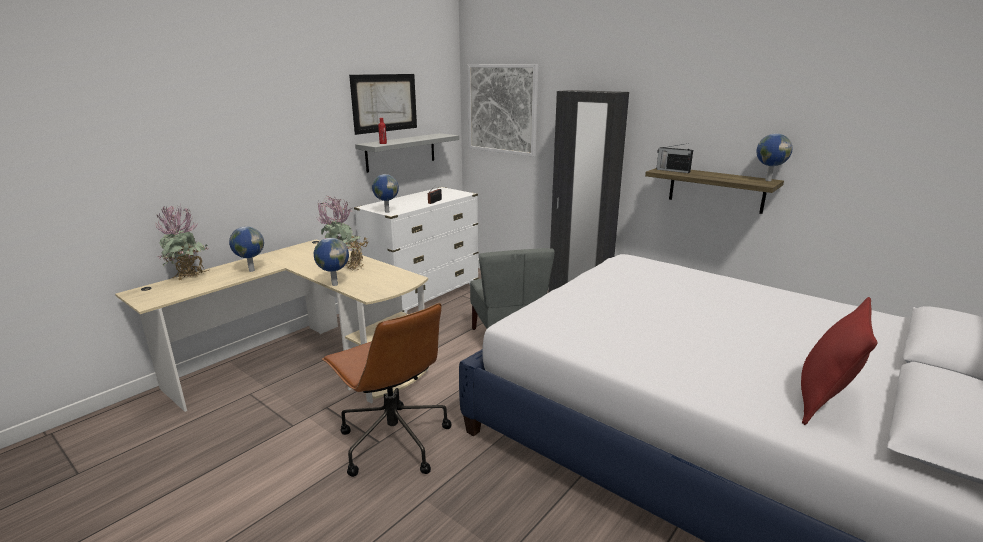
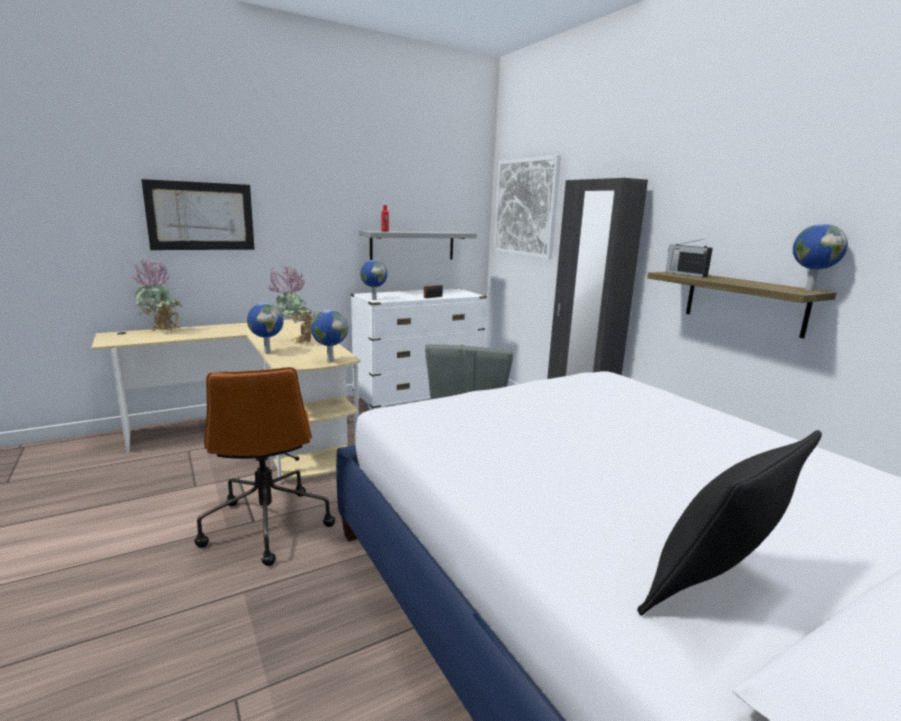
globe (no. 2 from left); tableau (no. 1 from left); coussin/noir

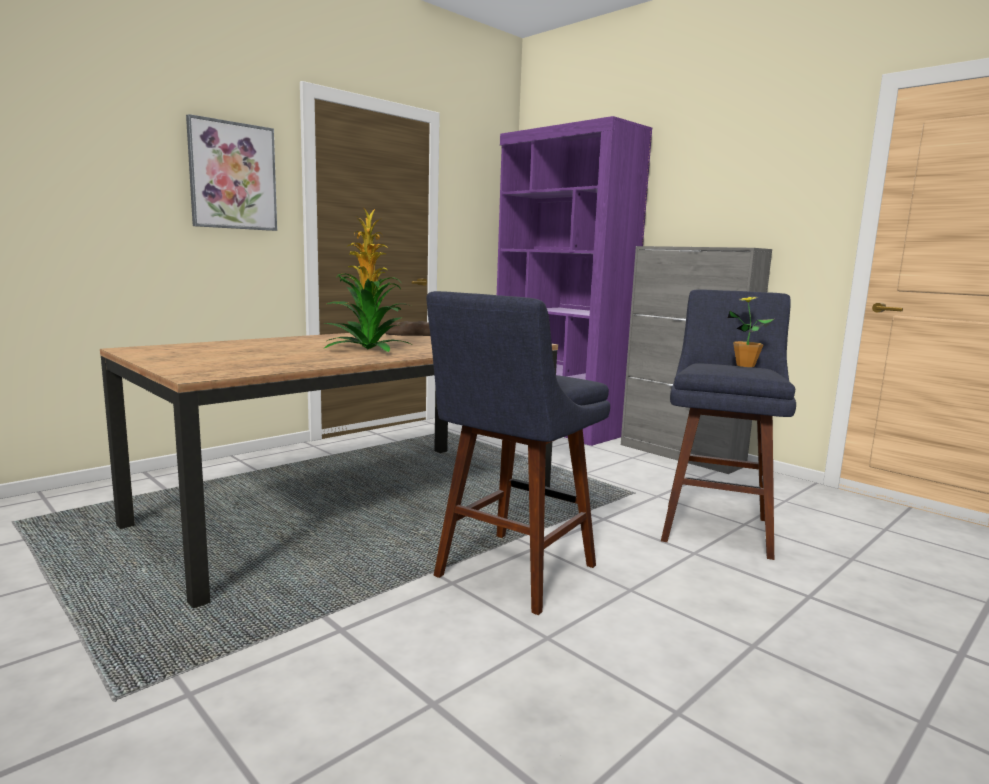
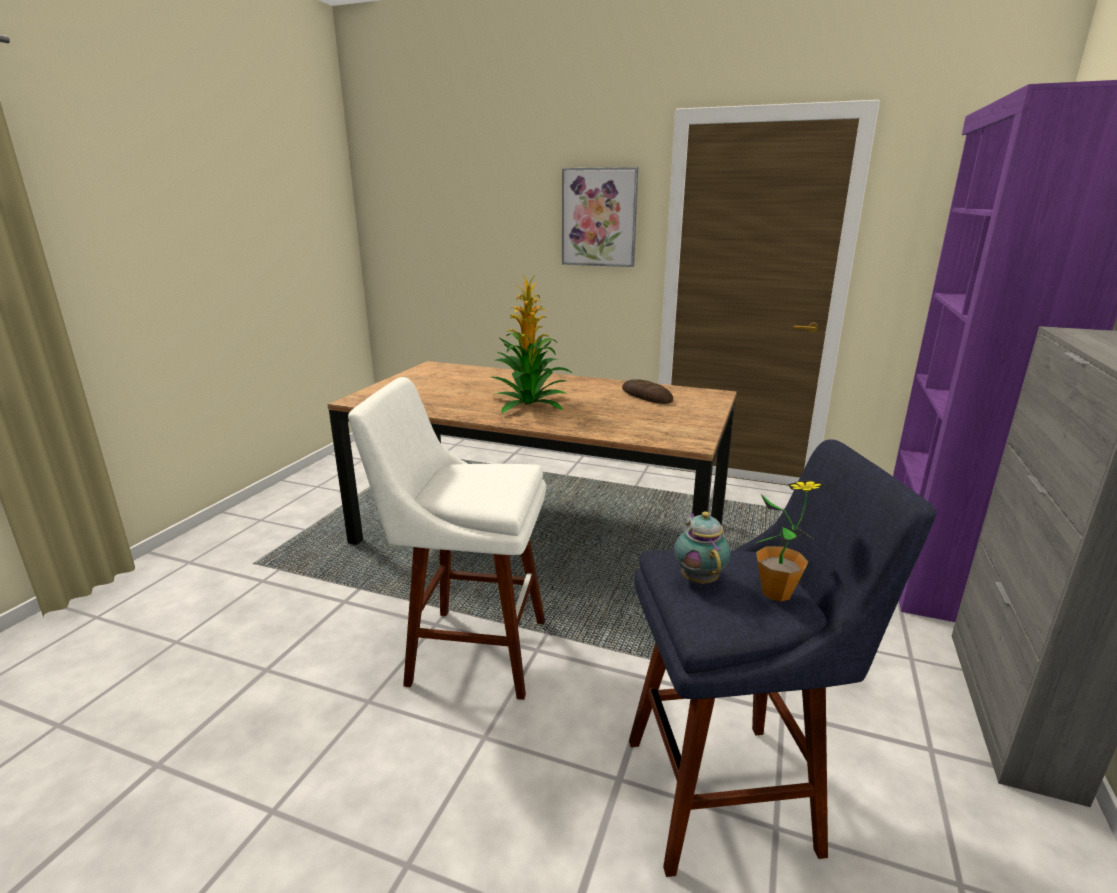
théière; tabouret/blanc

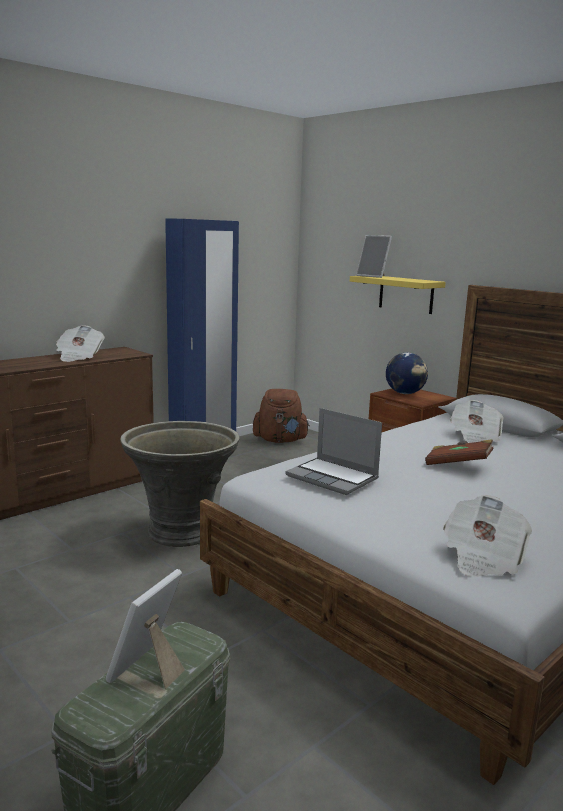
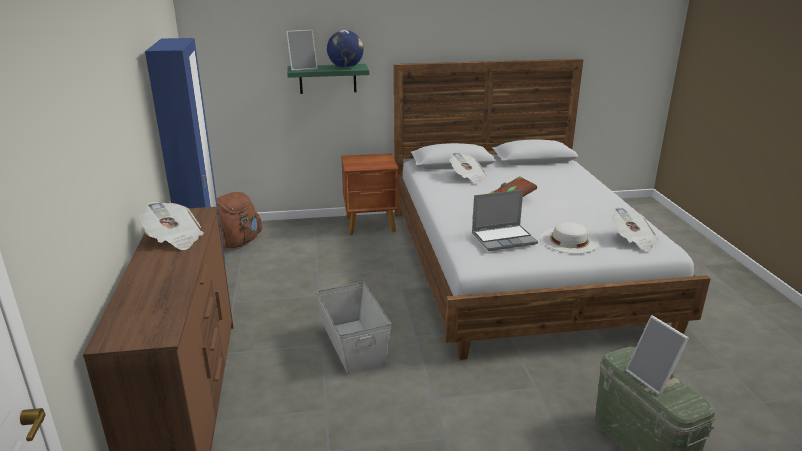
chapeau/blanc; globe; boîte de rangement/gris; étagère/vert

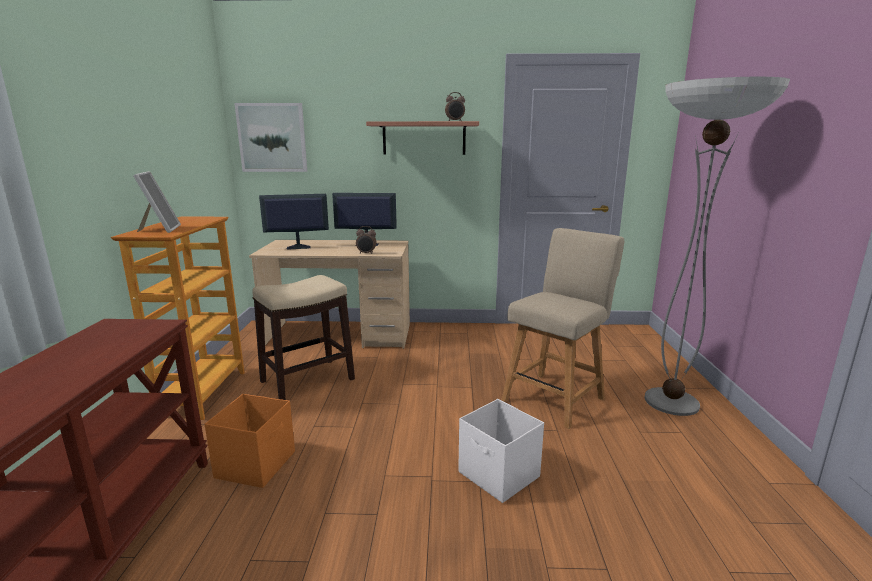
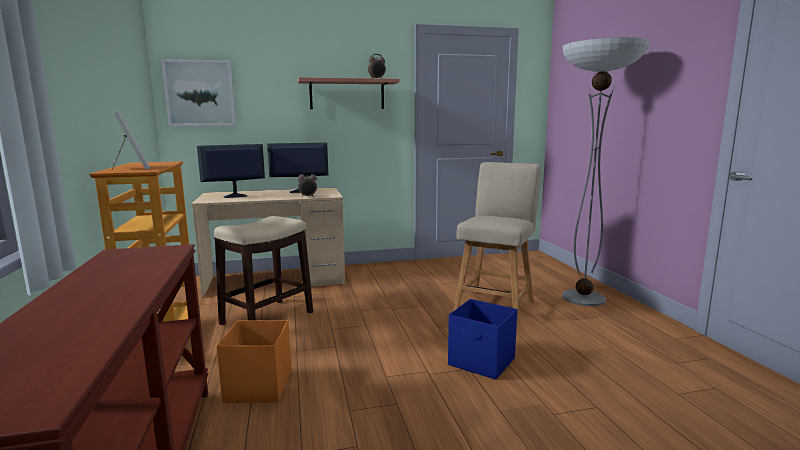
boîte de rangement/bleu

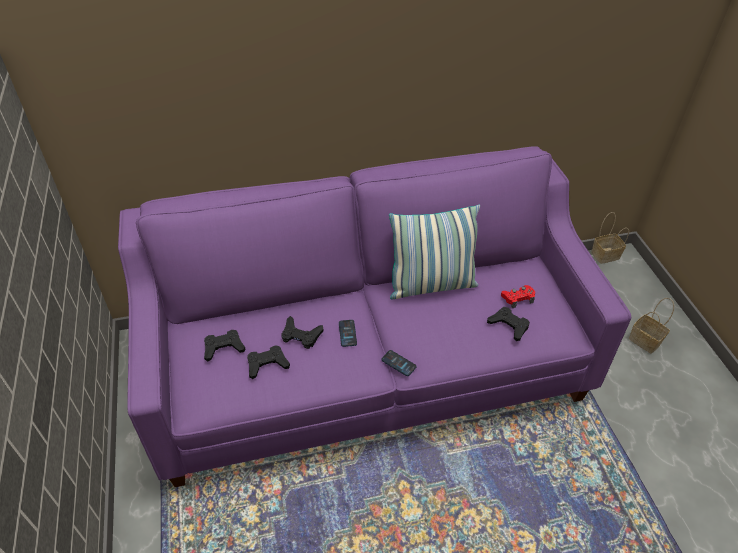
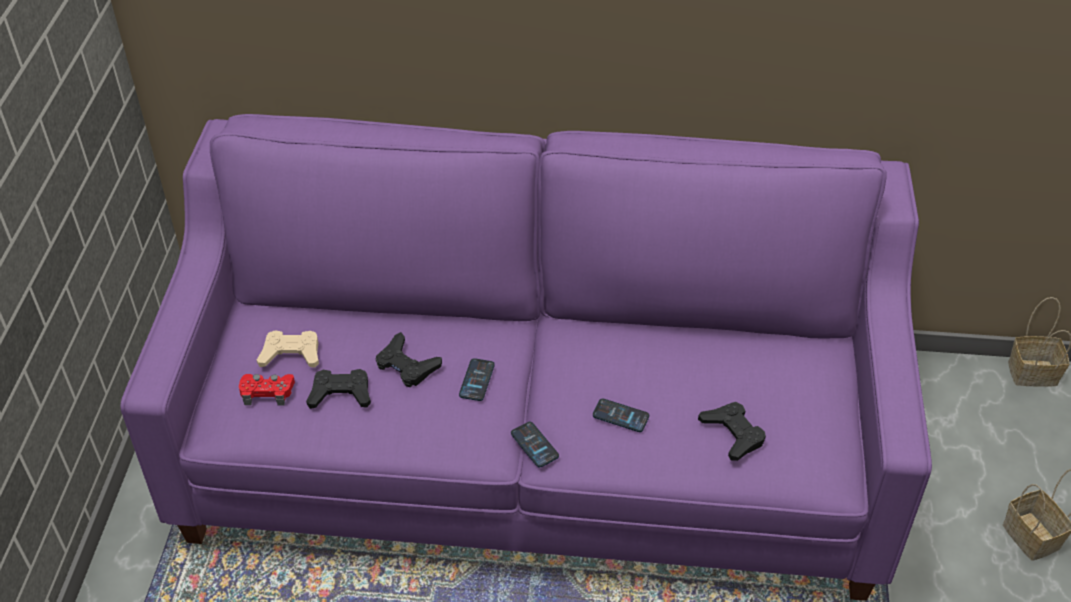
coussin; téléphone (no. 3 from left); manette/rouge; manette/beige

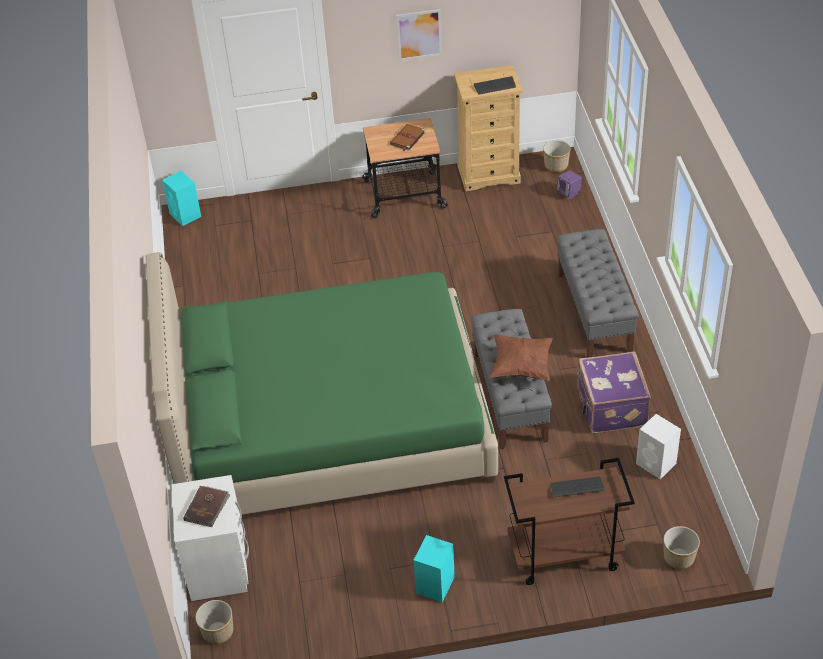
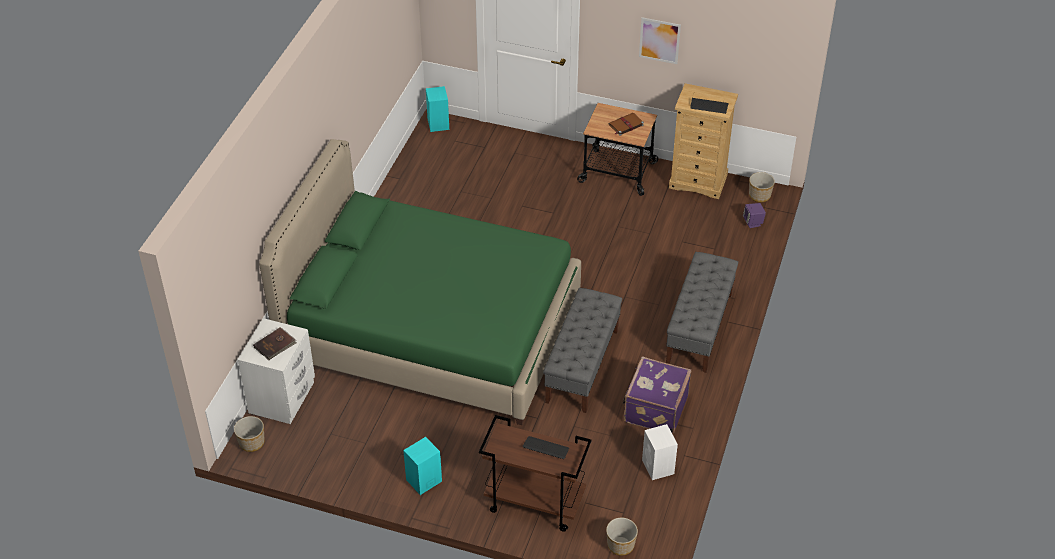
coussin/marron

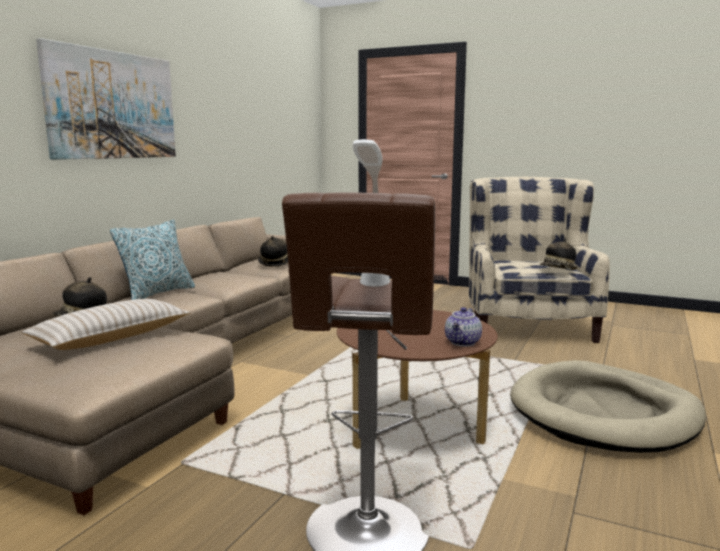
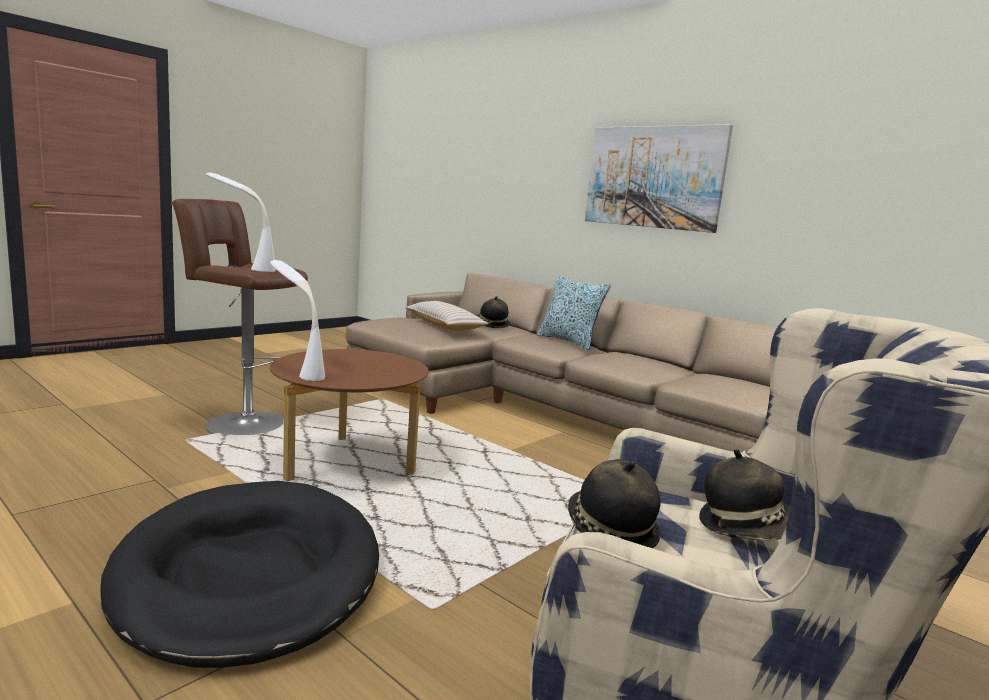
chapeau (no. 3 from left); lampe de table/blanc (no. 2 from left); panier pour chien/noir

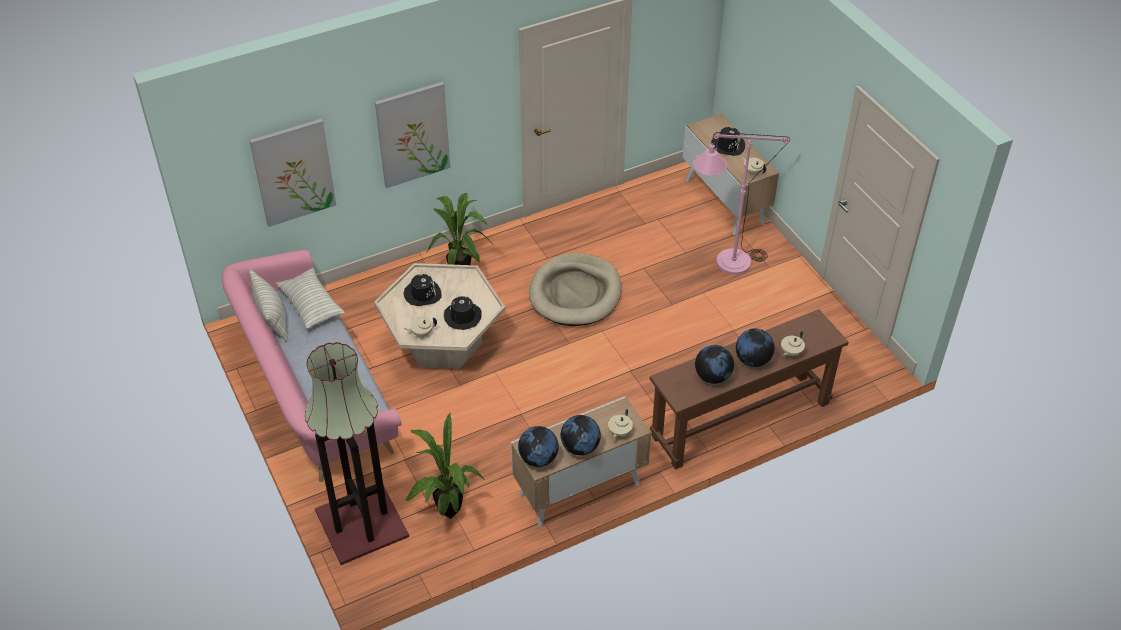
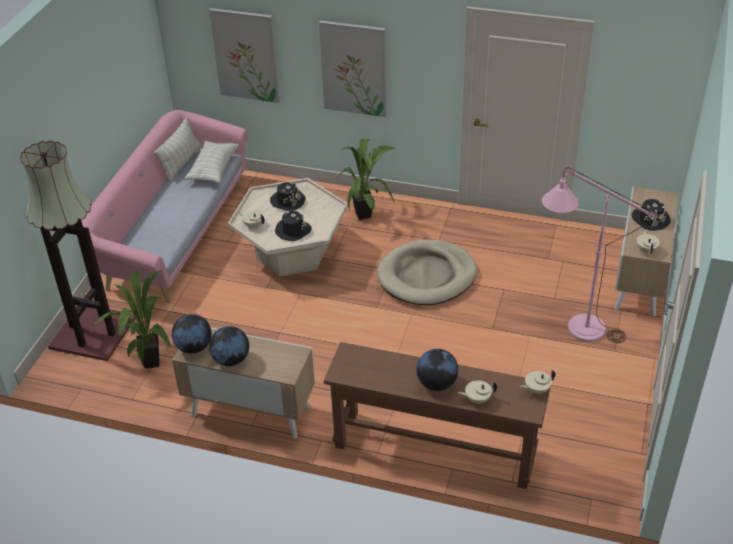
globe (no. 3 from left in the first image); théière/beige (no. 3 from left)

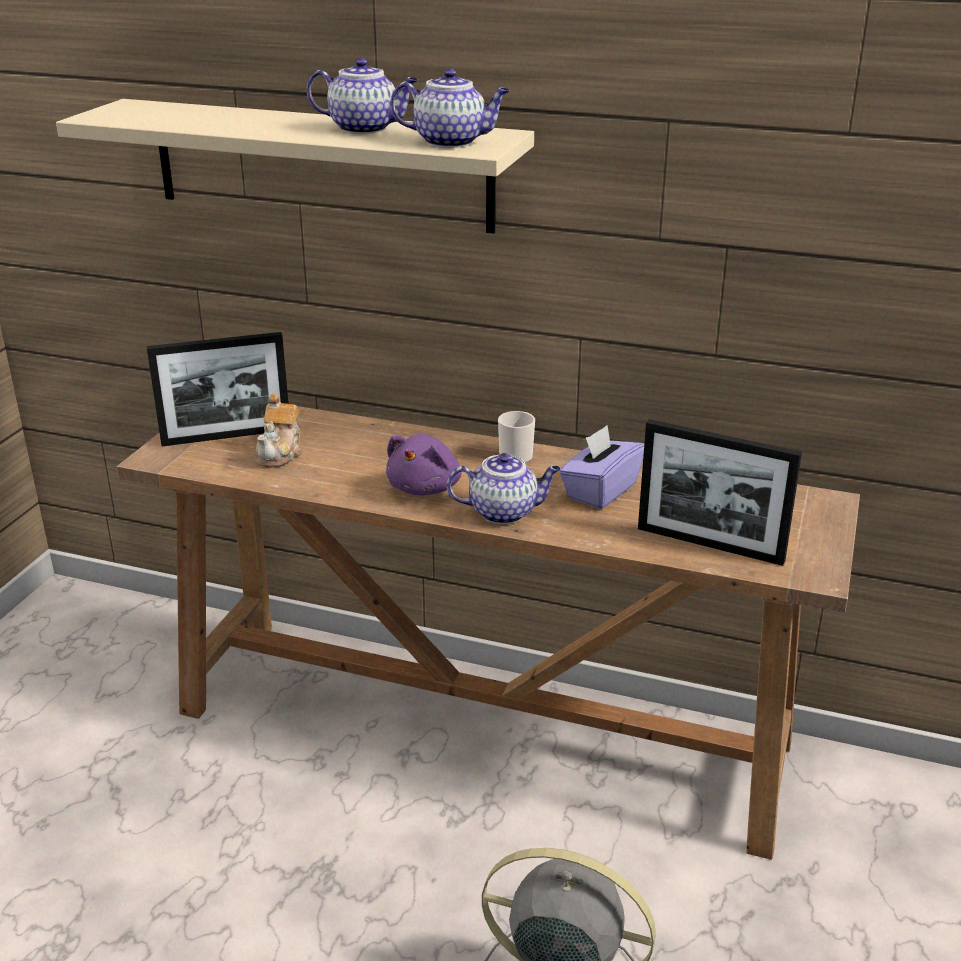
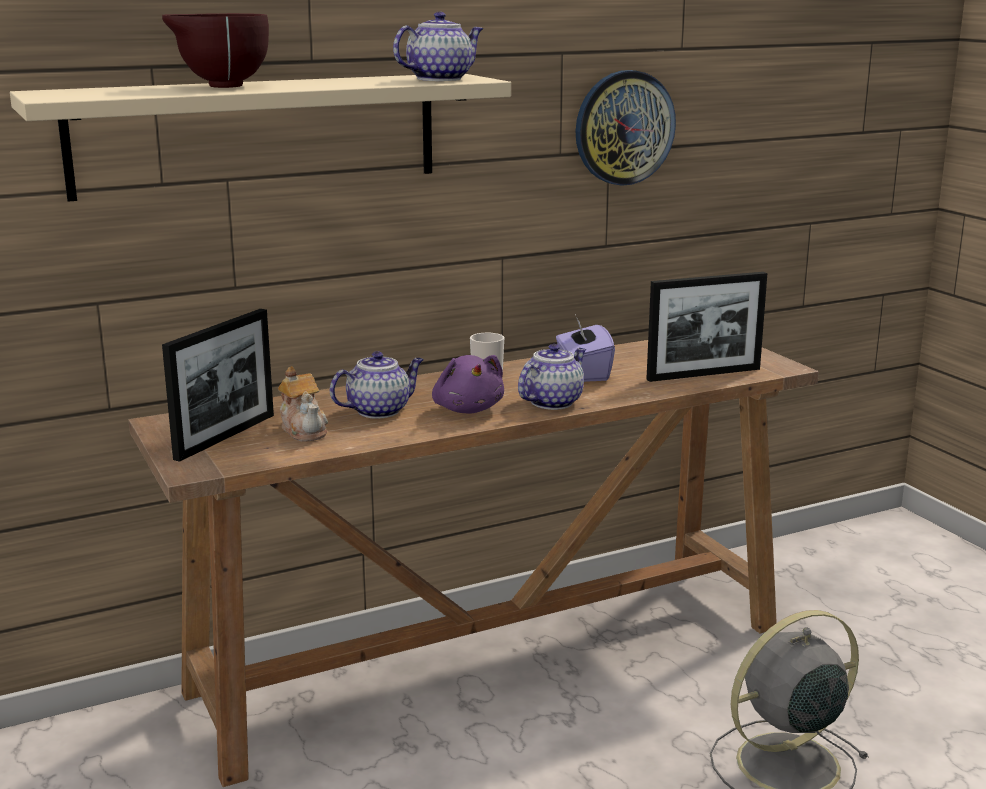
bol/marron; horloge murale; théière (no. 2 from left)

